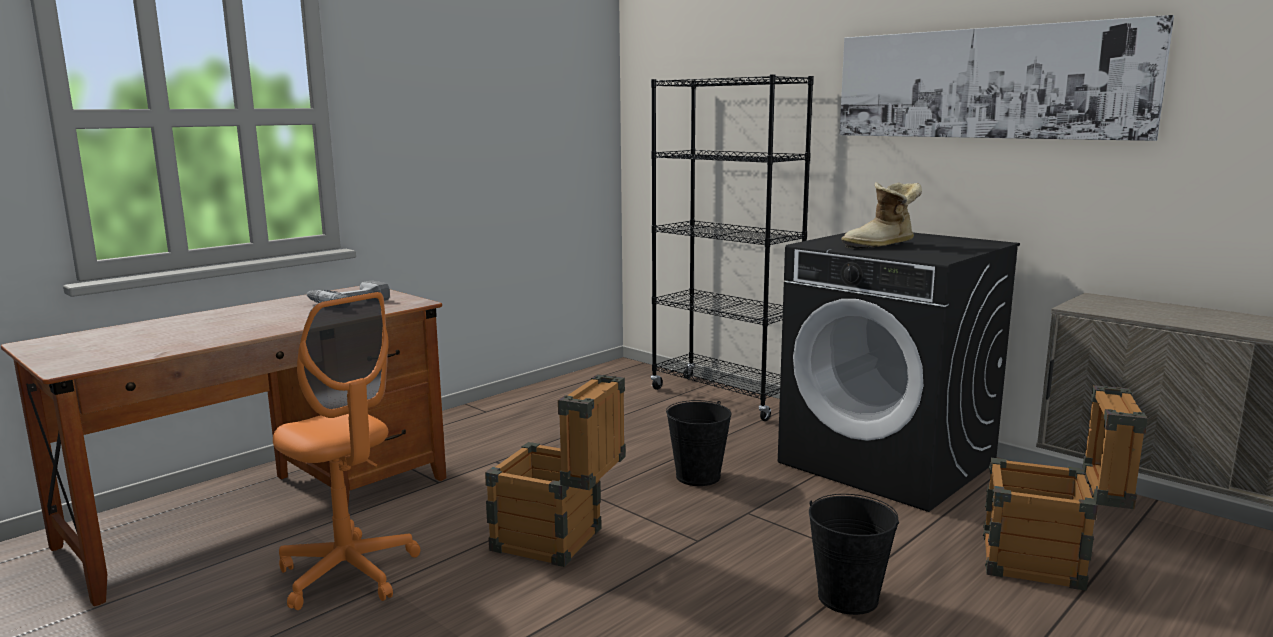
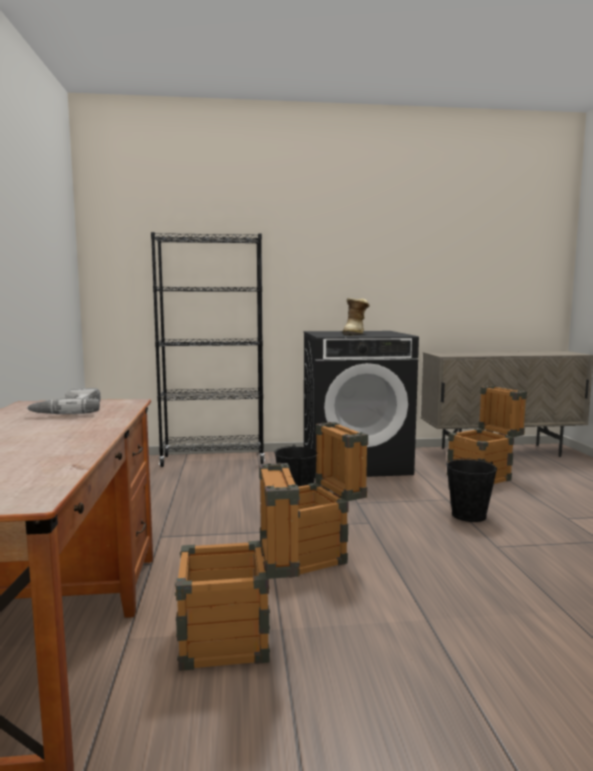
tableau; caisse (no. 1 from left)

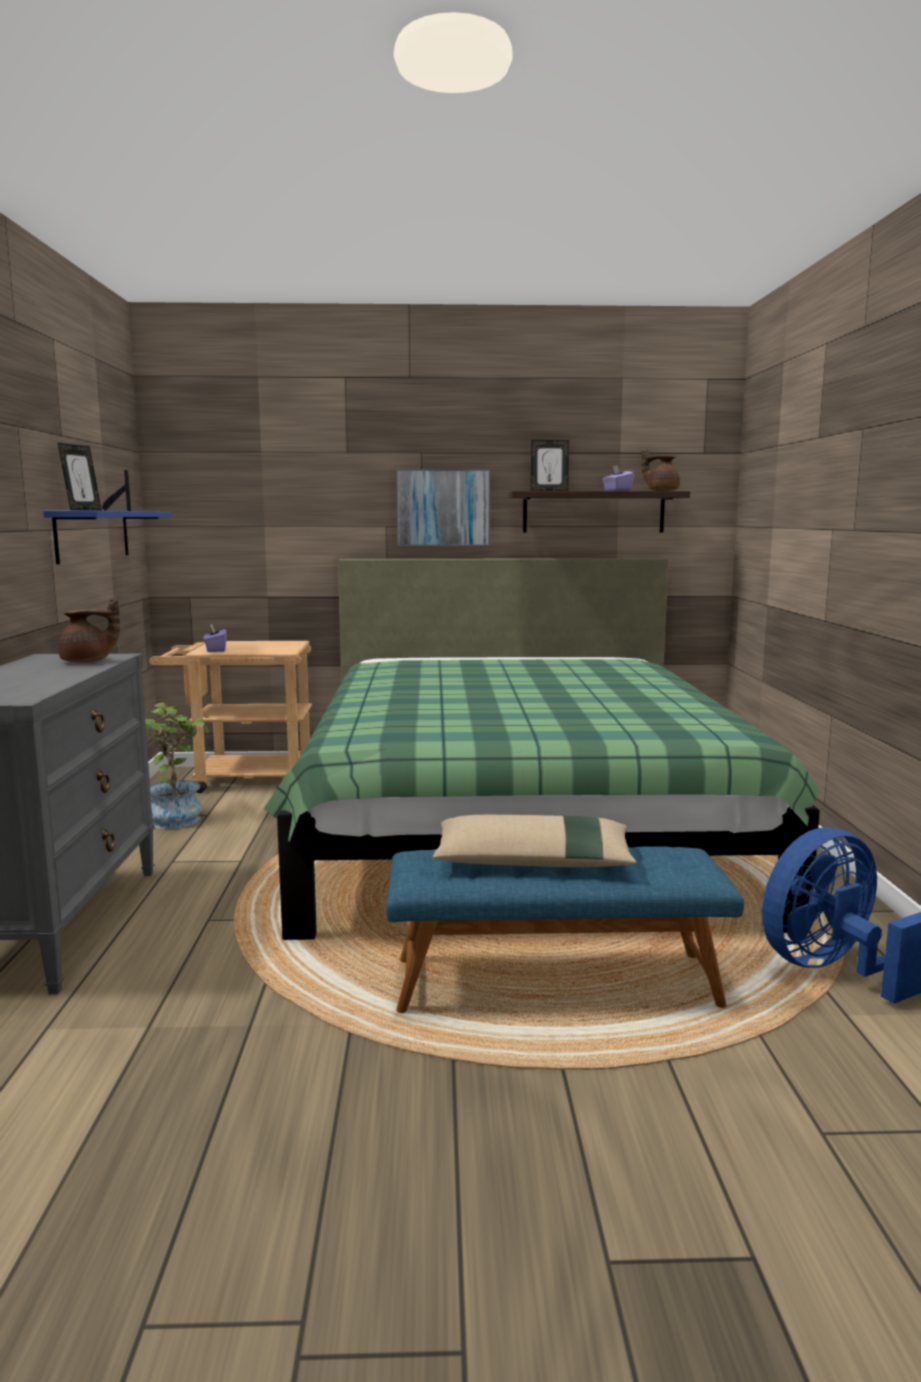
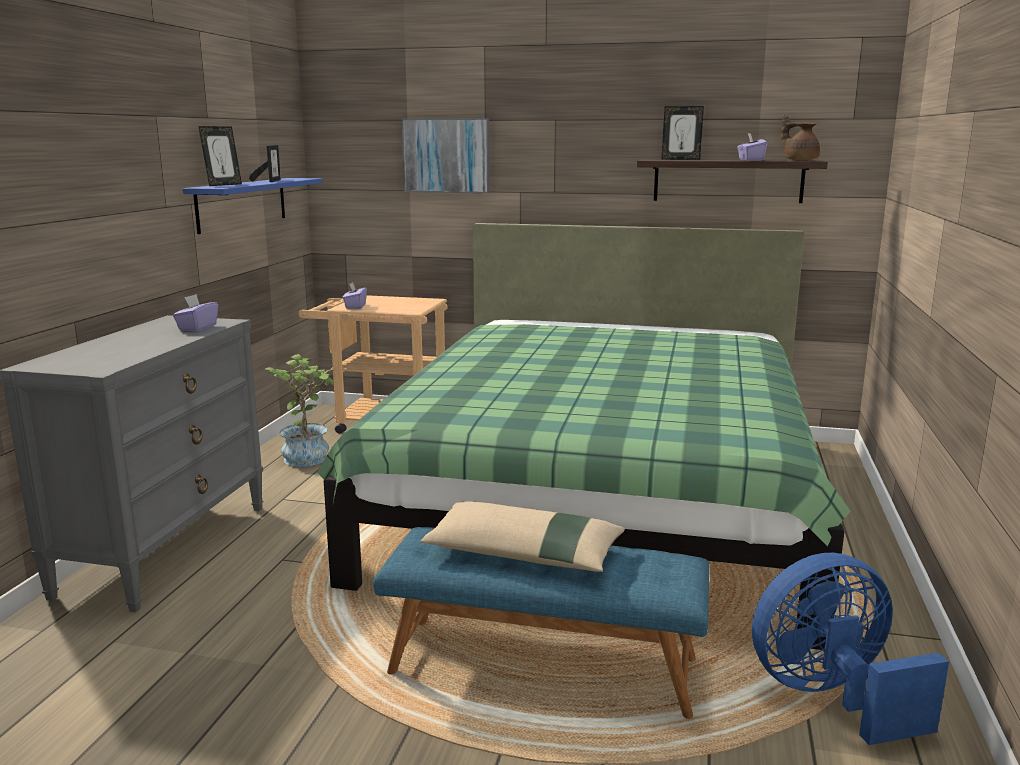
tableau; boîte à mouchoirs/violet (no. 1 from left)

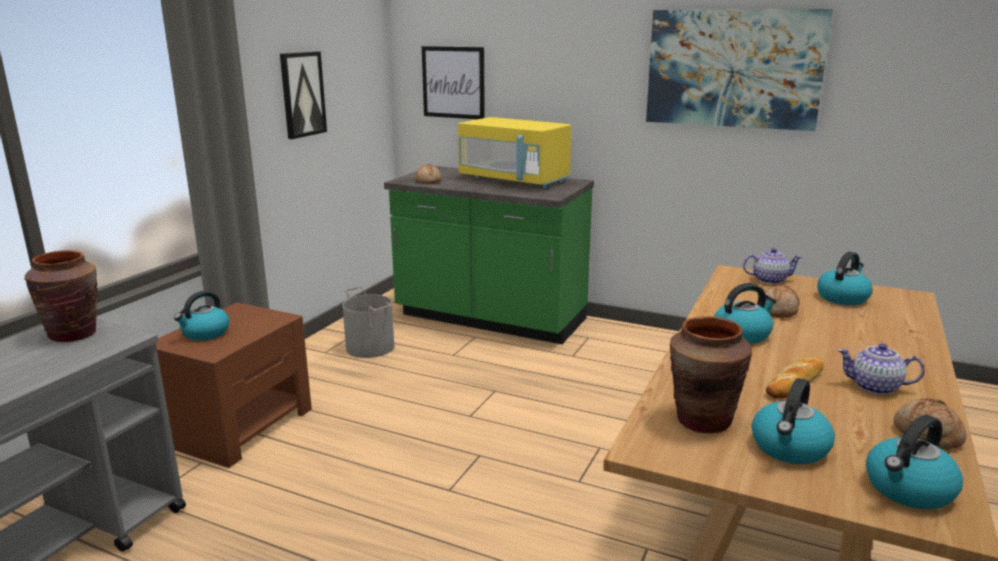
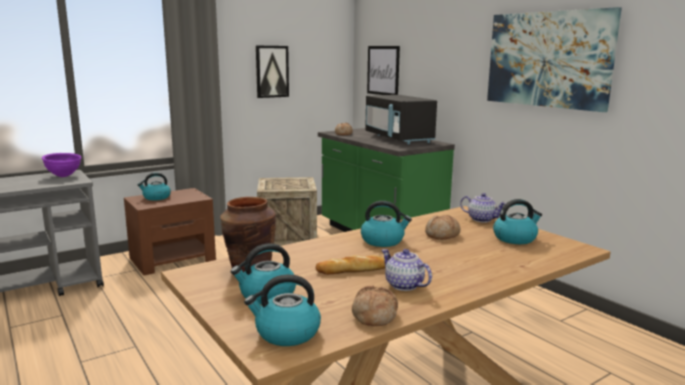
bol/violet; caisse; micro-ondes/noir

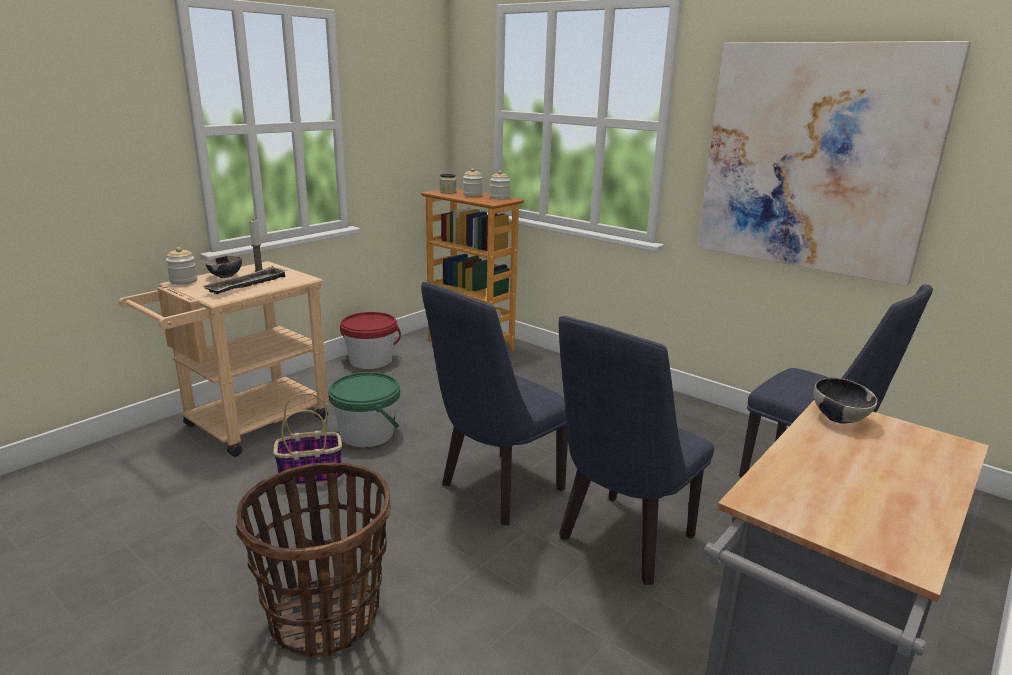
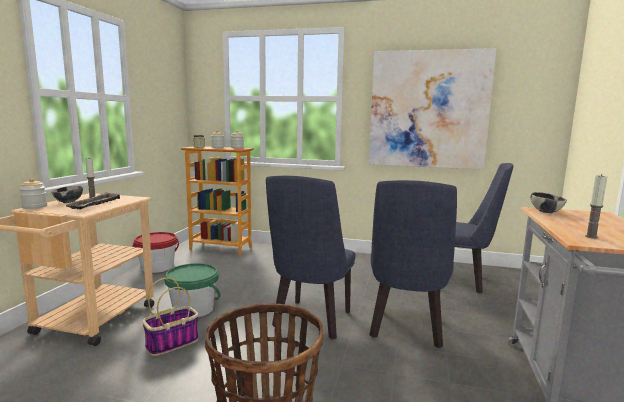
bougie (no. 2 from left)

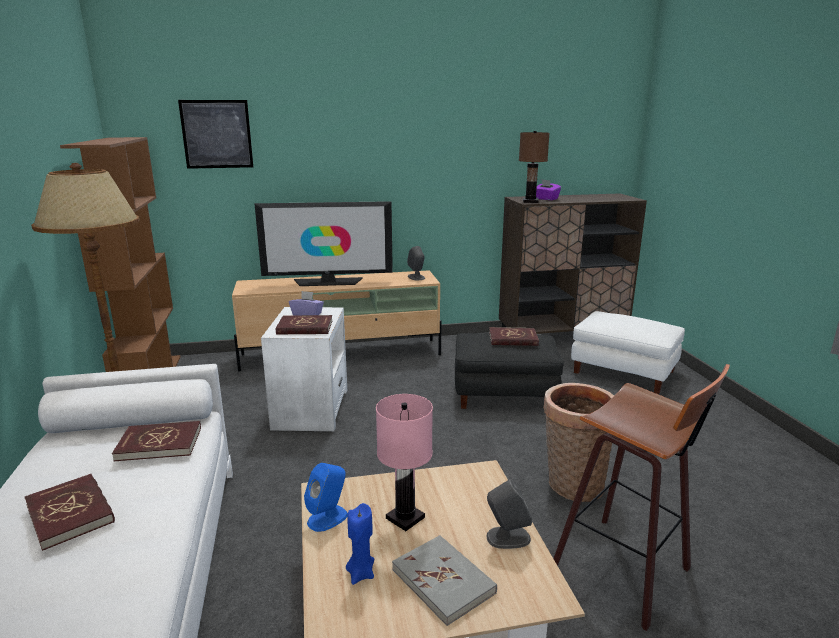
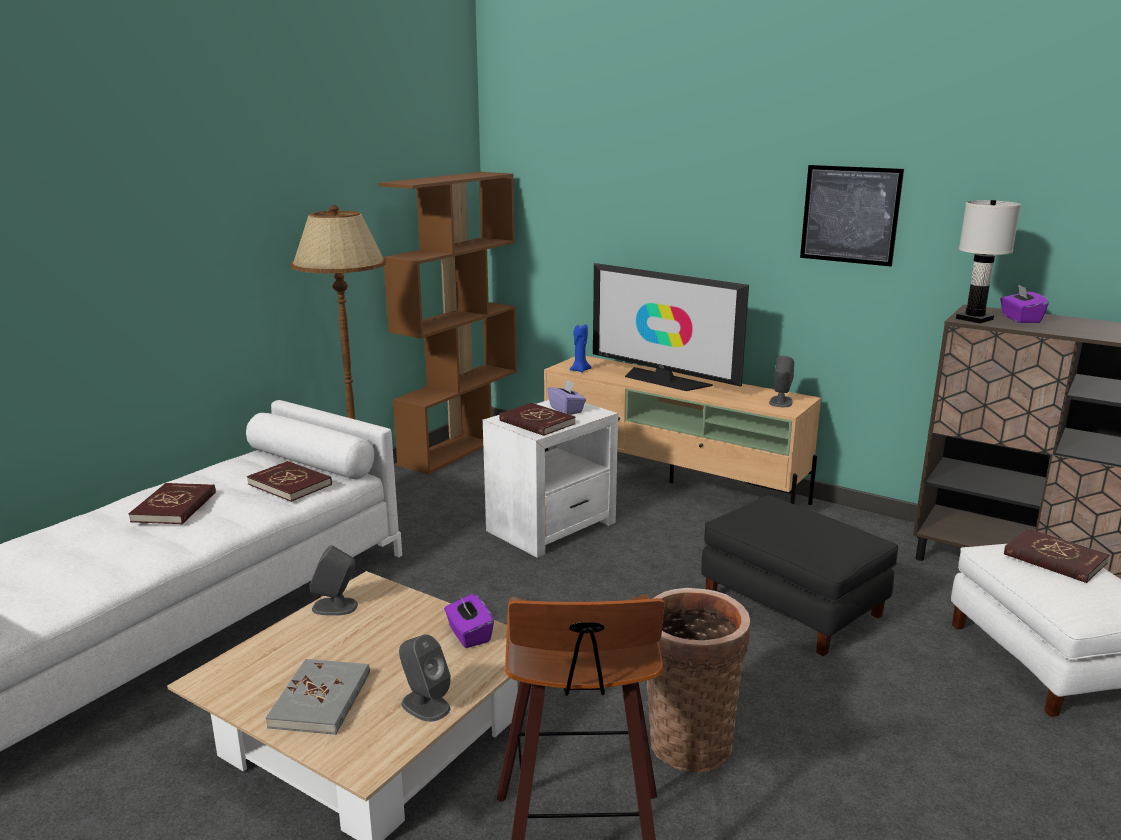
lampe de table/rose; boîte à mouchoirs/violet (no. 1 from left); tableau; bougie/bleu; livre/rouge (no. 4 from left); enceinte/gris (no. 1 from left); lampe de table/blanc

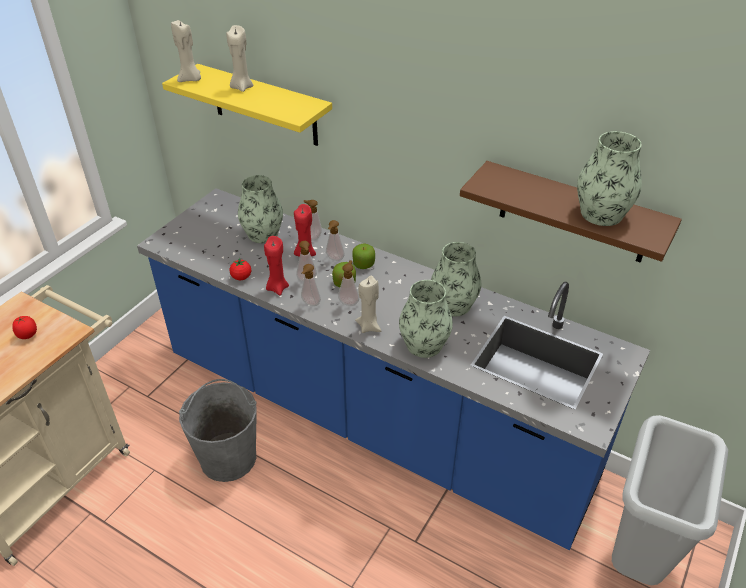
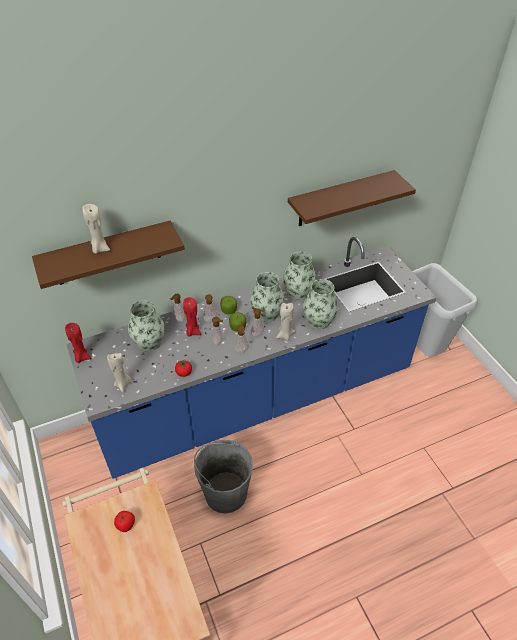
bougie/beige (no. 2 from left); bougie/rouge (no. 1 from left); vase (no. 2 from left); étagère/marron (no. 1 from left)

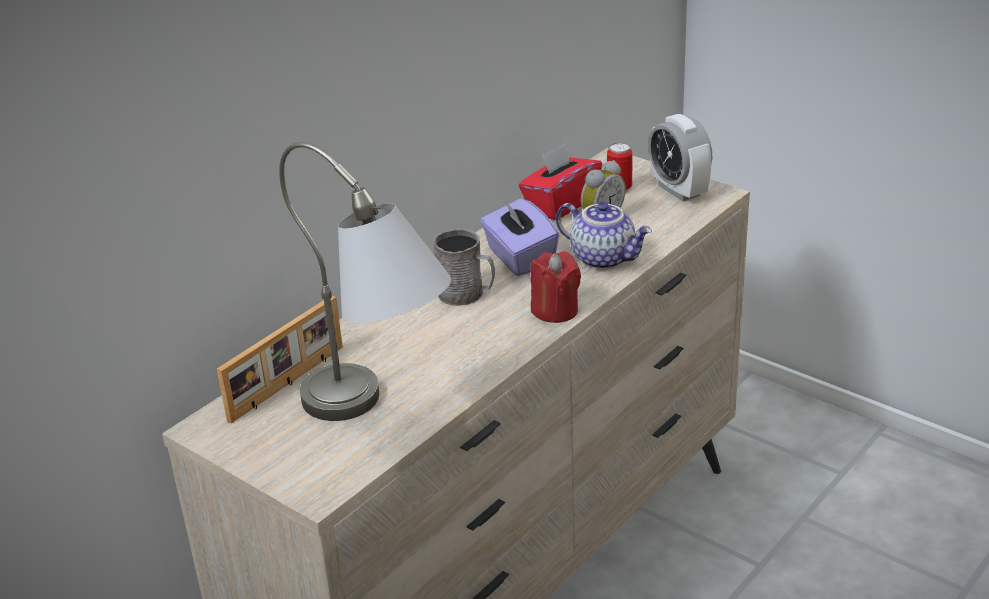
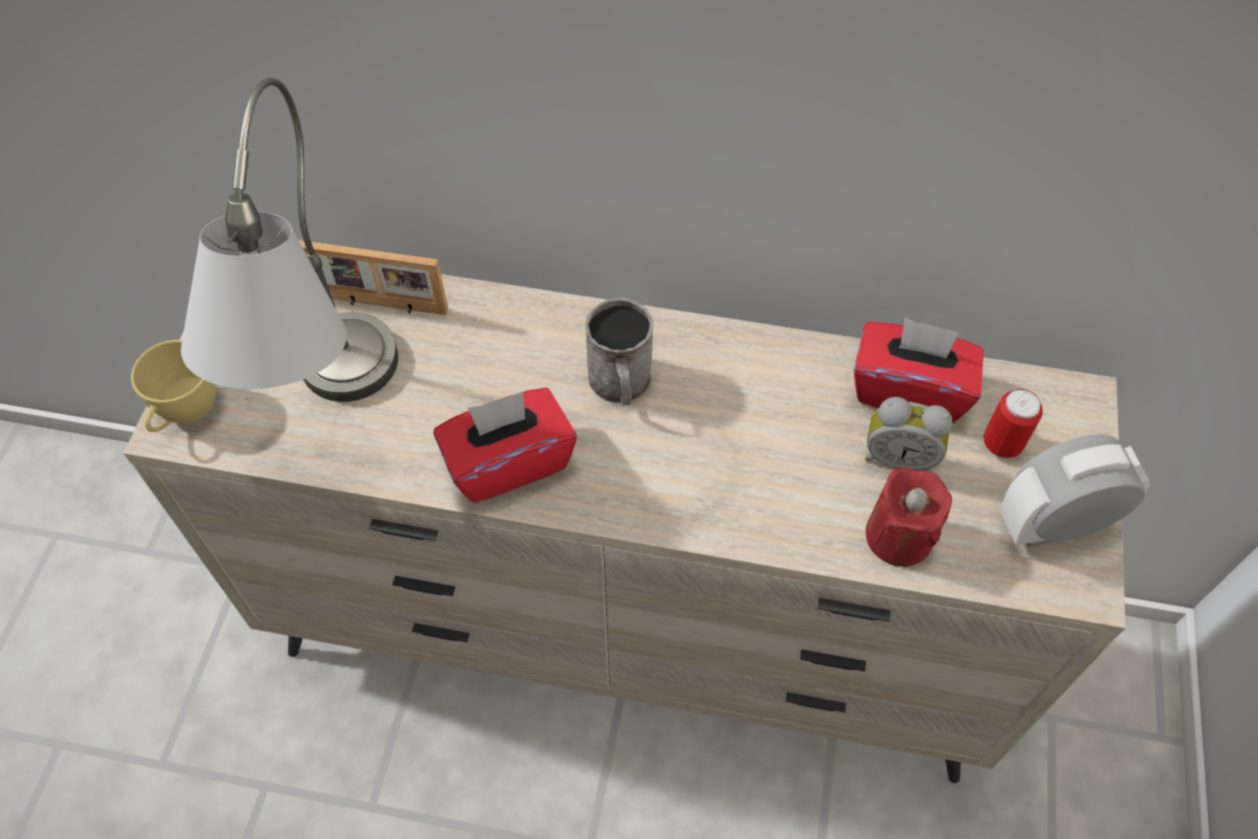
boîte à mouchoirs/violet; théière; tasse/jaune; boîte à mouchoirs/rouge (no. 1 from left); bougie/rouge; réveil (no. 2 from left)

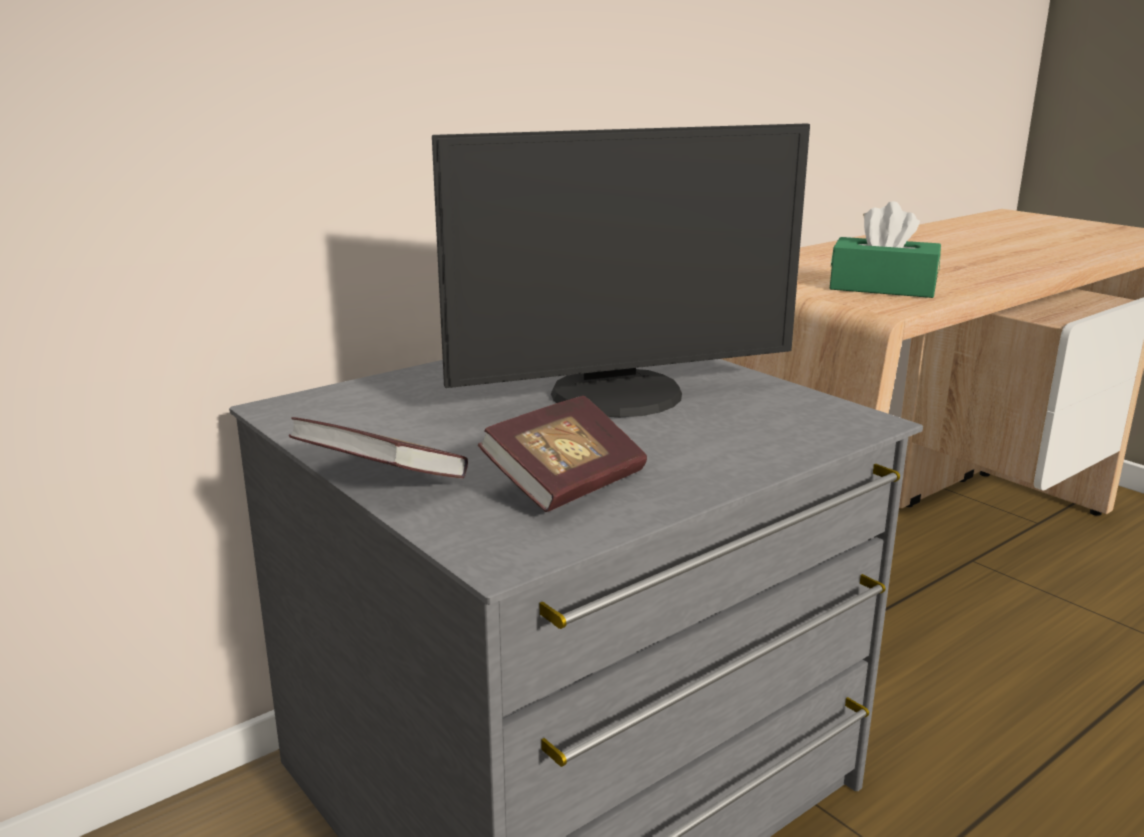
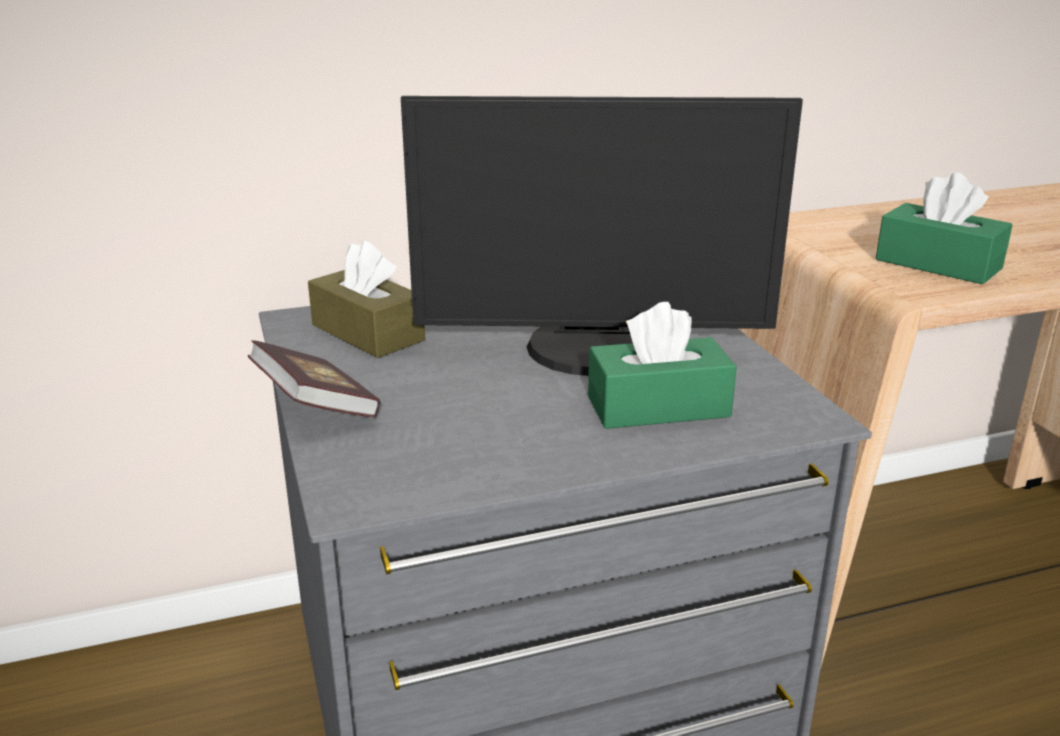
livre (no. 2 from left in the first image); boîte à mouchoirs/marron; boîte à mouchoirs/vert (no. 1 from left)

